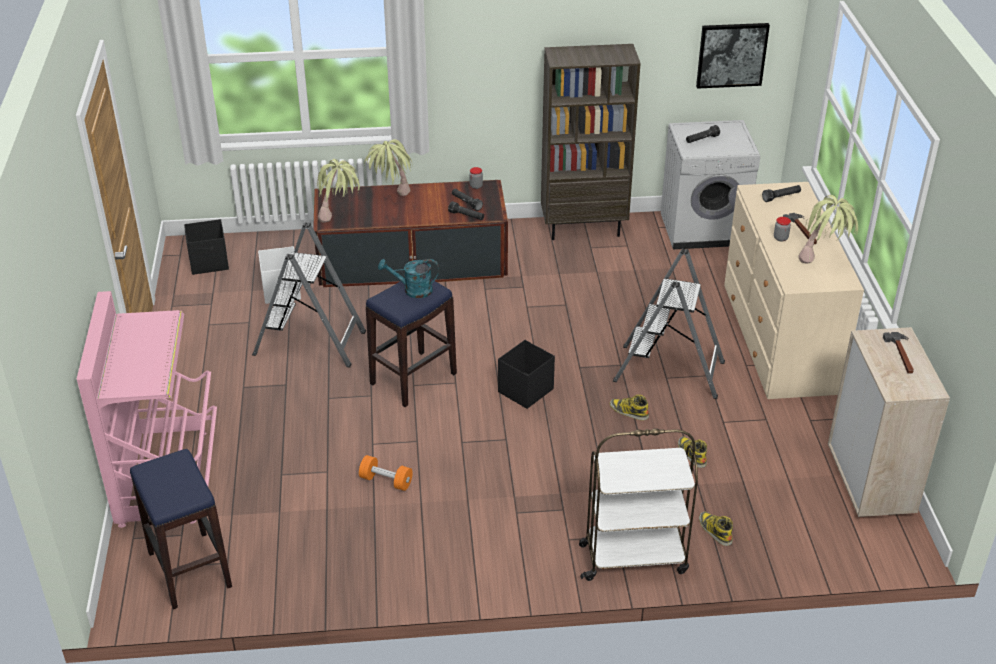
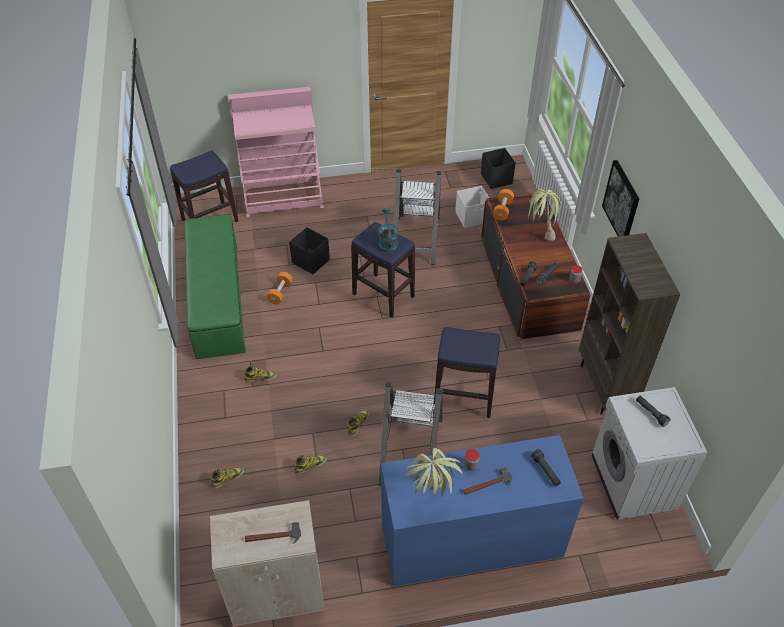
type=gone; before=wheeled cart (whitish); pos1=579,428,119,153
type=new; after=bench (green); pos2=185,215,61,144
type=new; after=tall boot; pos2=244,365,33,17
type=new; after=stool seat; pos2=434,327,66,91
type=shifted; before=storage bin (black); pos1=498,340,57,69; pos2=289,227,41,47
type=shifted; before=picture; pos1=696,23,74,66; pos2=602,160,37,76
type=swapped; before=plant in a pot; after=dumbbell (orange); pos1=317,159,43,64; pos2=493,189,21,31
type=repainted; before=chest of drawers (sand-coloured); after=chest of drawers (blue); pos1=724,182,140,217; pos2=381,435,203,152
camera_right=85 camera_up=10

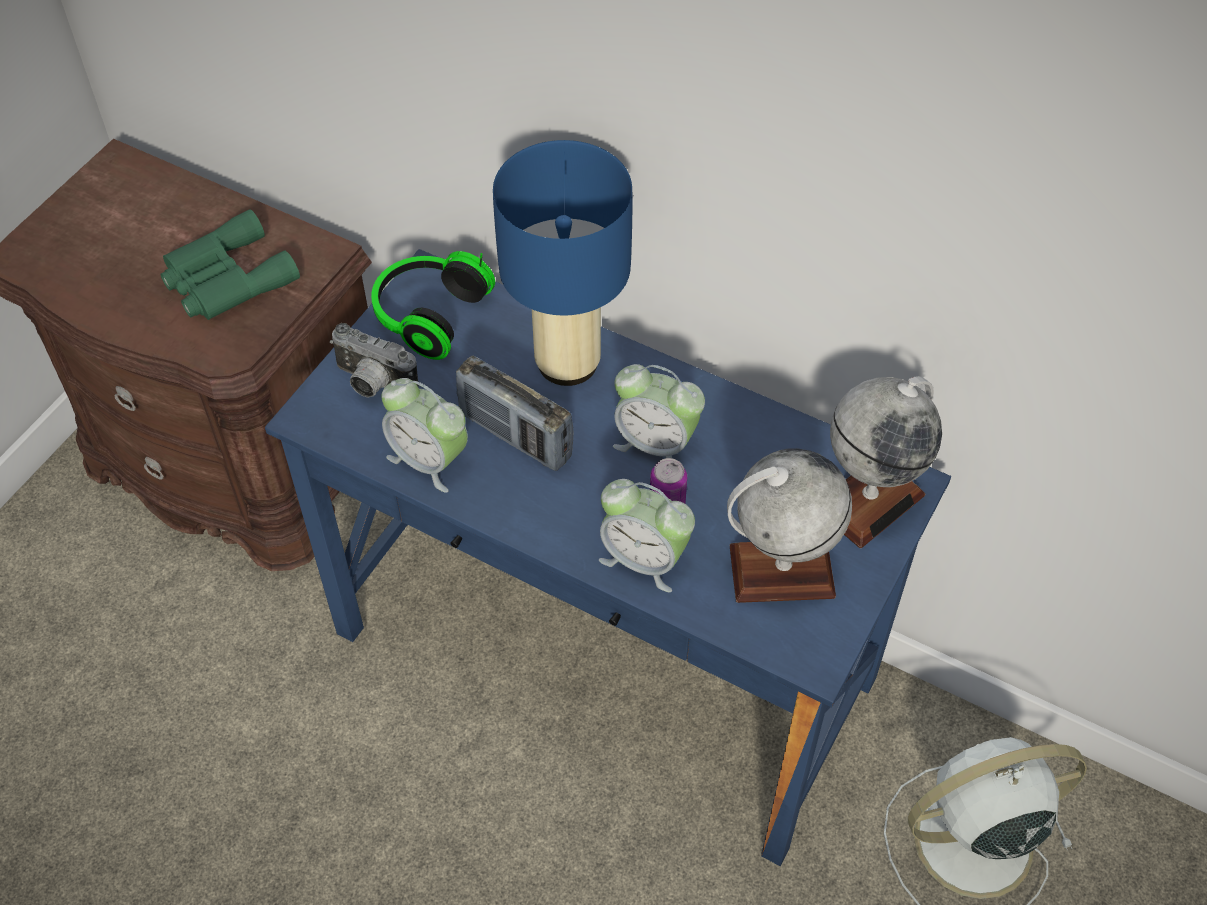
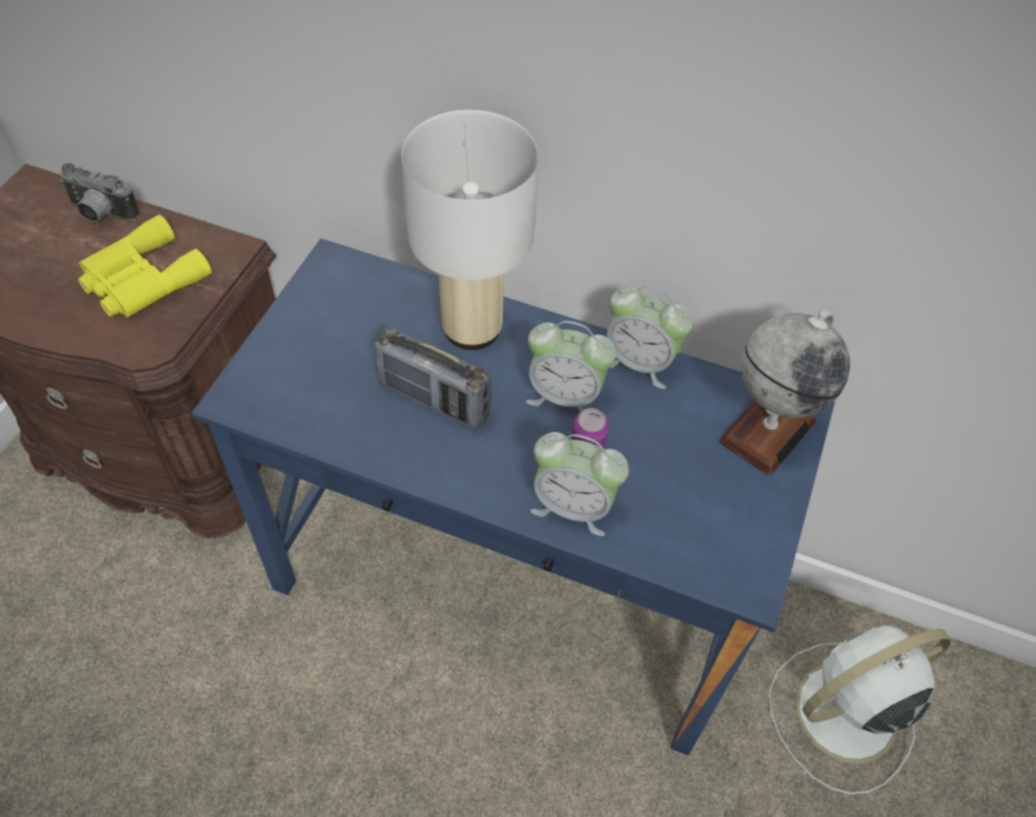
type=gone; before=headset; pos1=371,251,124,109
type=gone; before=globe; pos1=727,448,125,155
type=shifted; before=still camera; pos1=330,323,89,75; pos2=60,163,79,59
type=shifted; before=bedside clock; pos1=381,378,87,115; pos2=606,286,87,103
type=repainted; before=field glasses (green); after=field glasses (yellow-coloured); pos1=161,209,139,111; pos2=78,215,134,103
type=repainted; before=table lamp (blue); after=table lamp (whitish); pos1=493,140,140,246; pos2=401,109,138,241
camera_right=-10 camera_up=0

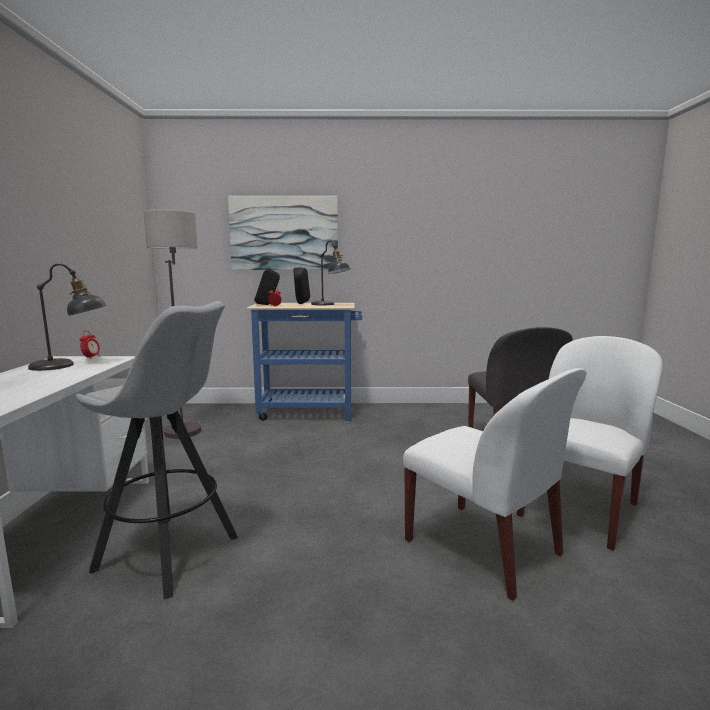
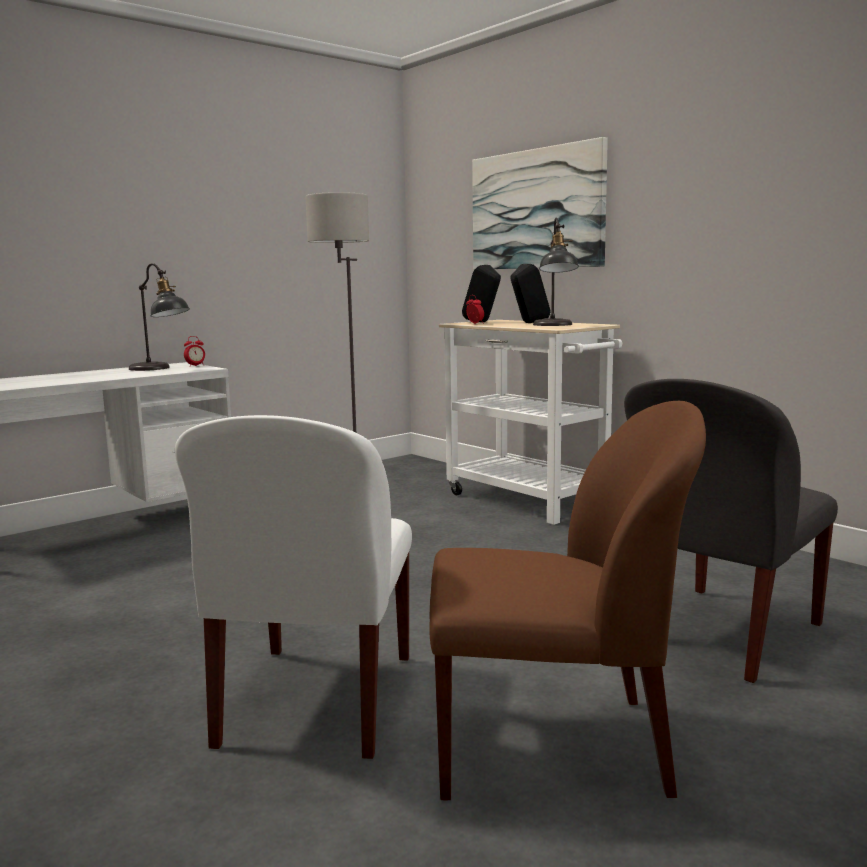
type=gone; before=stool seat (grey); pos1=76,301,162,298
type=repainted; before=wheeled cart (blue); after=wheeled cart (whitish); pos1=247,303,115,118; pos2=439,320,184,205
type=repainted; before=chair (whitish); after=chair (brown-coloured); pos1=517,336,146,215; pos2=429,401,277,399
camera_right=50 camera_up=0

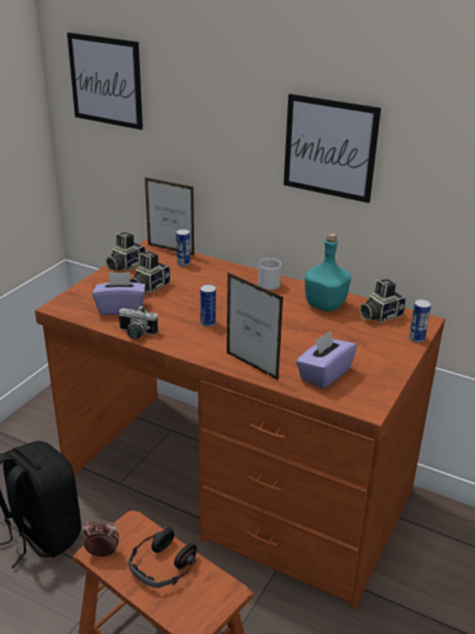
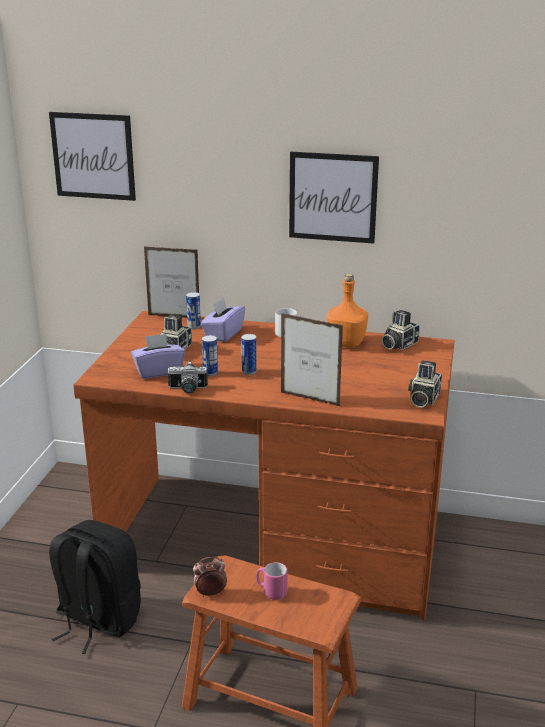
type=shifted; before=still camera; pos1=106,232,40,39; pos2=408,360,34,48
type=shifted; before=box of tissues (purplish); pos1=296,331,61,58; pos2=201,298,44,44
type=shifted; before=can; pos1=409,299,22,44; pos2=202,335,16,41
type=swapped; before=headset; after=coffee mug (pinkish); pos1=128,528,69,60; pos2=256,562,32,38
type=repainted; before=bottle (turquoise-coloured); after=bottle (orange); pos1=305,233,46,79; pos2=327,274,41,74
camera_right=-15 camera_up=-5

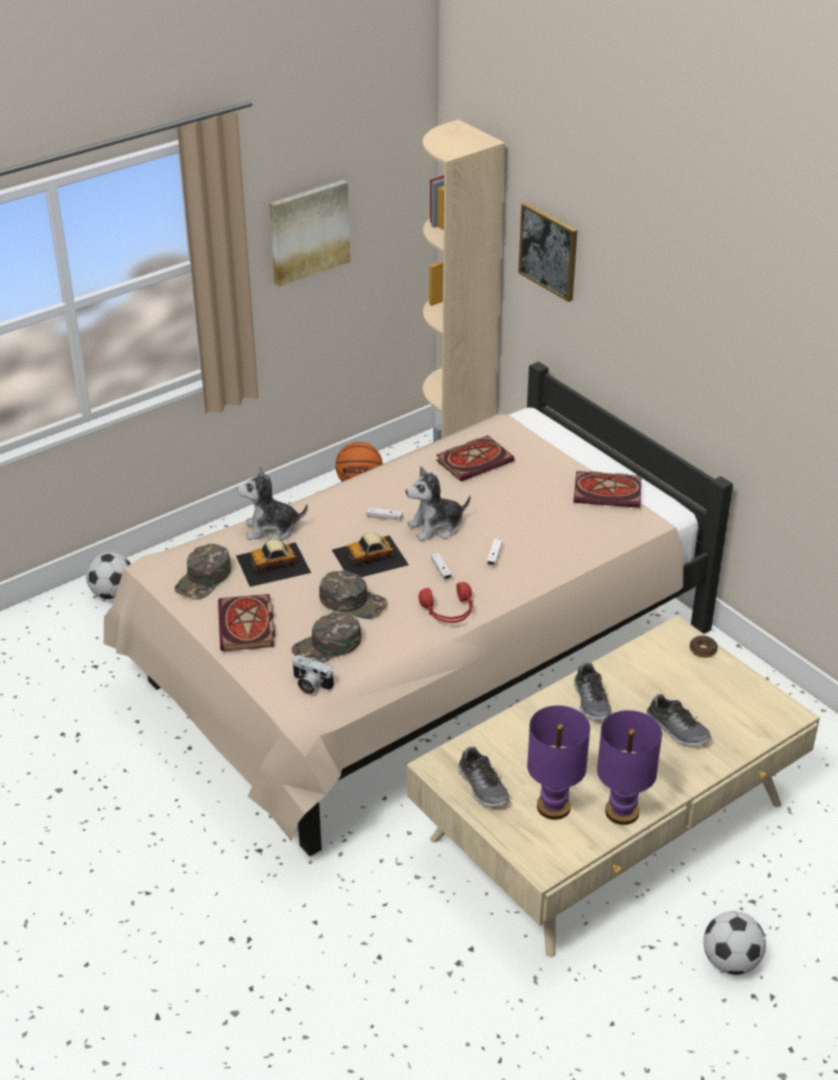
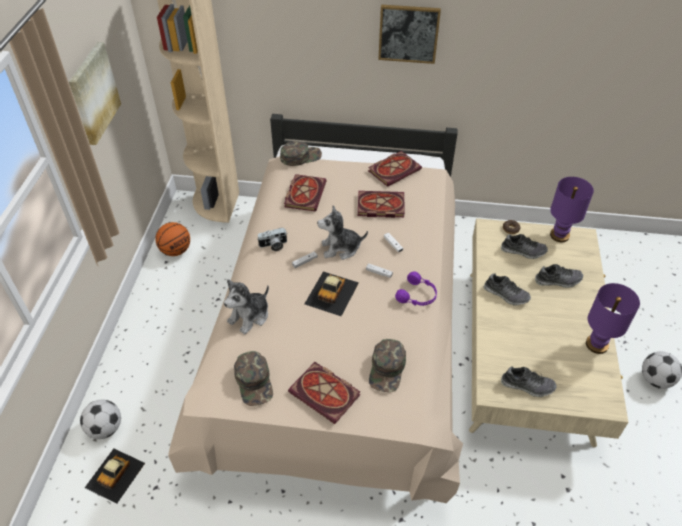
type=new; after=book; pos2=358,191,47,27
type=new; after=low shoe; pos2=501,234,47,25
type=shifted; before=model car; pos1=236,540,75,47; pos2=85,449,60,55
type=shifted; before=still camera; pos1=292,656,42,38; pos2=257,228,30,23
type=shifted; before=peaked cap (green); pos1=319,570,69,49; pos2=280,141,42,25
type=shifted; before=picture; pos1=518,202,59,100; pos2=378,5,63,59
type=shifted; before=table lamp (purplish); pos1=527,705,63,115; pos2=550,177,44,65
type=repainted; before=headset (reddish); after=headset (purplish); pos1=418,582,55,41; pos2=395,271,42,35
type=rotated; before=soft toy; pos1=406,467,64,74; pos2=317,205,51,55; turn=60
camera_right=-45 camera_up=10

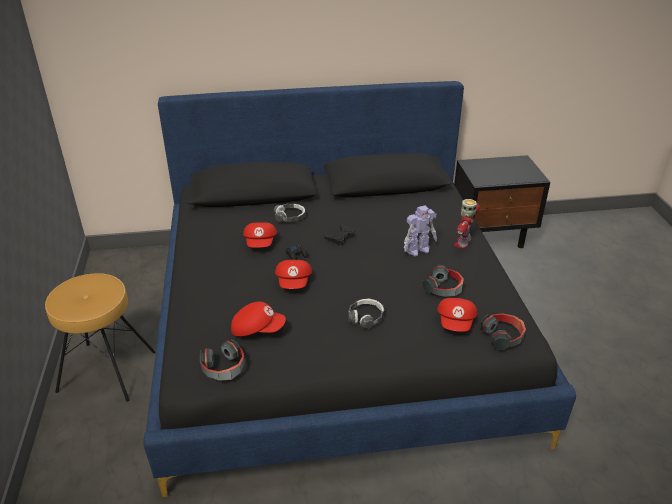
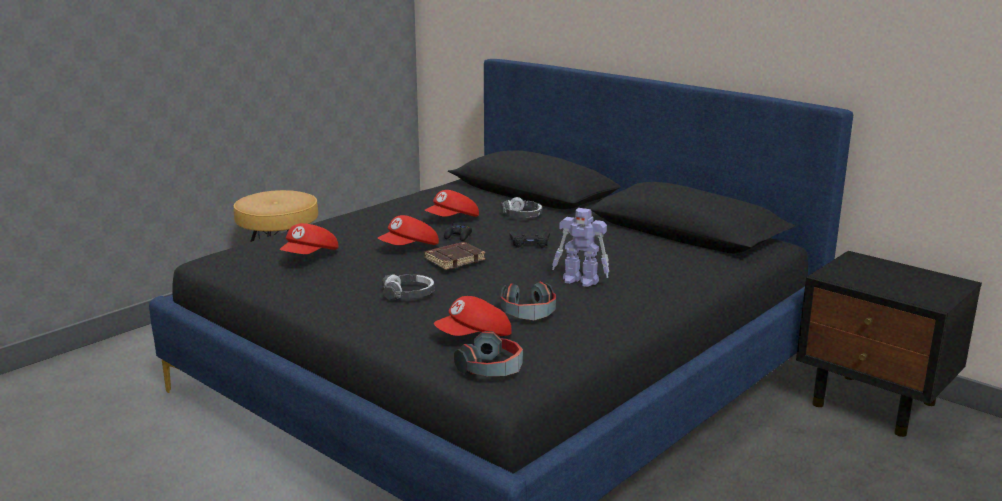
type=gone; before=headset; pos1=200,339,45,42
type=gone; before=toy robot; pos1=454,199,26,50
type=new; after=book (brown-coloured); pos2=424,242,61,28
type=rotated; before=peaked cap (reddish); pos1=231,302,55,34; pos2=279,223,60,31; turn=60
camera_right=50 camera_up=-15

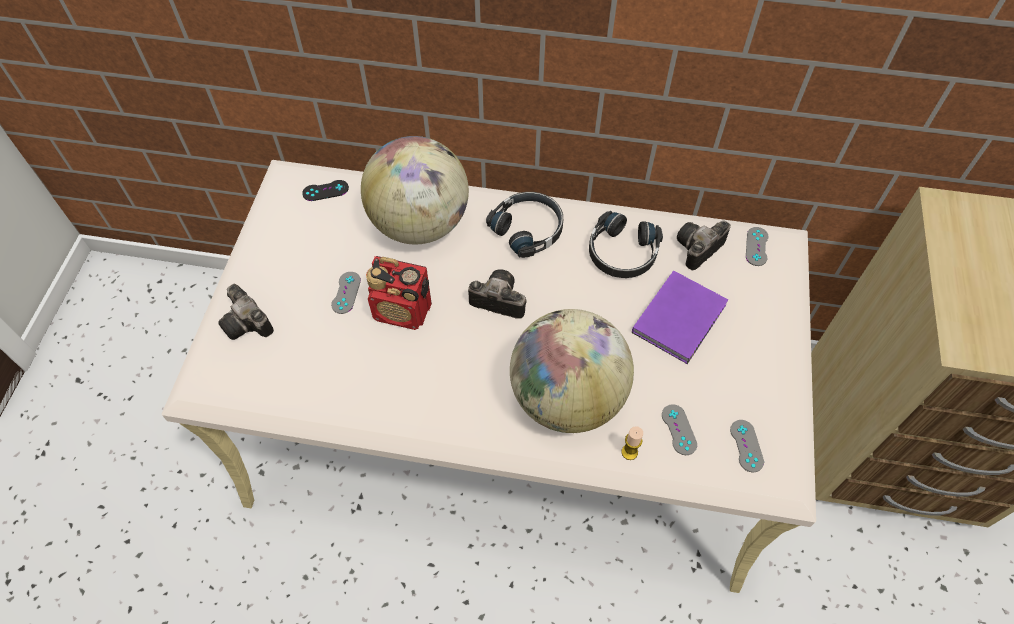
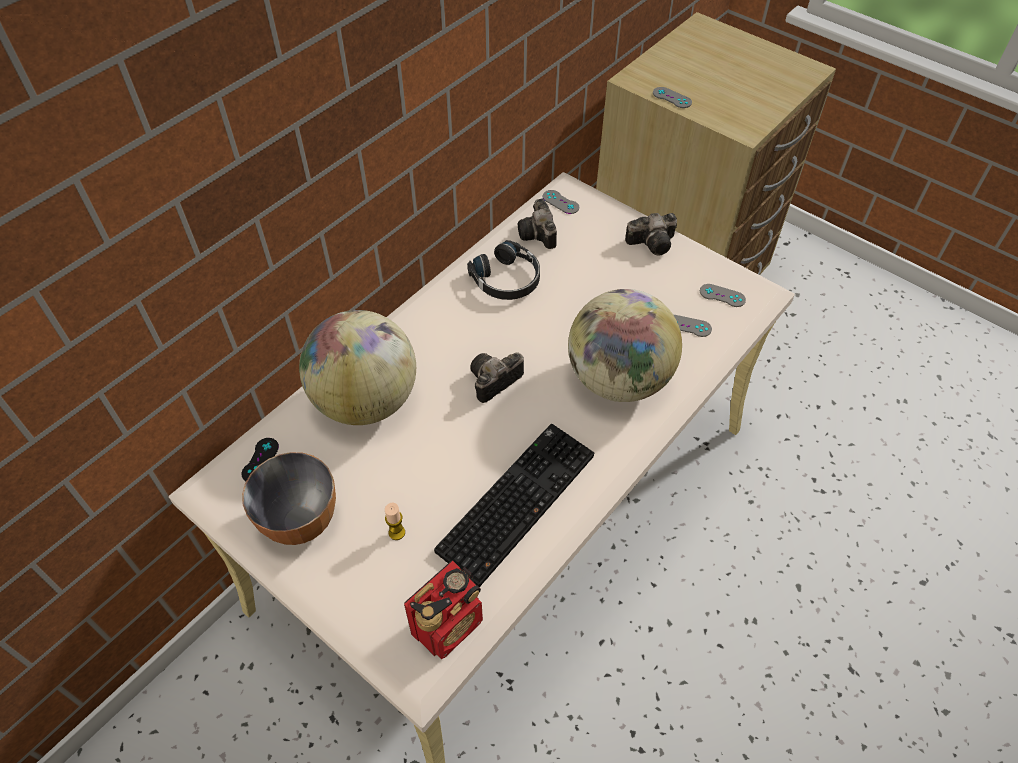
type=gone; before=headset (black); pos1=486,192,77,66
type=gone; before=book (purplish); pos1=632,271,96,93
type=new; after=deep dish; pos2=242,452,94,93
type=new; after=keyboard; pos2=434,424,160,163
type=shifted; before=still camera; pos1=218,284,56,56; pos2=625,213,52,42
type=shifted; before=joypad (grey); pos1=331,272,30,42; pos2=653,87,39,21
type=shifted; before=radio receiver; pos1=366,256,66,74; pos2=404,561,79,98
type=shifted; before=wax light; pos1=621,426,22,34; pos2=385,503,20,37
camera_right=-60 camera_up=-5

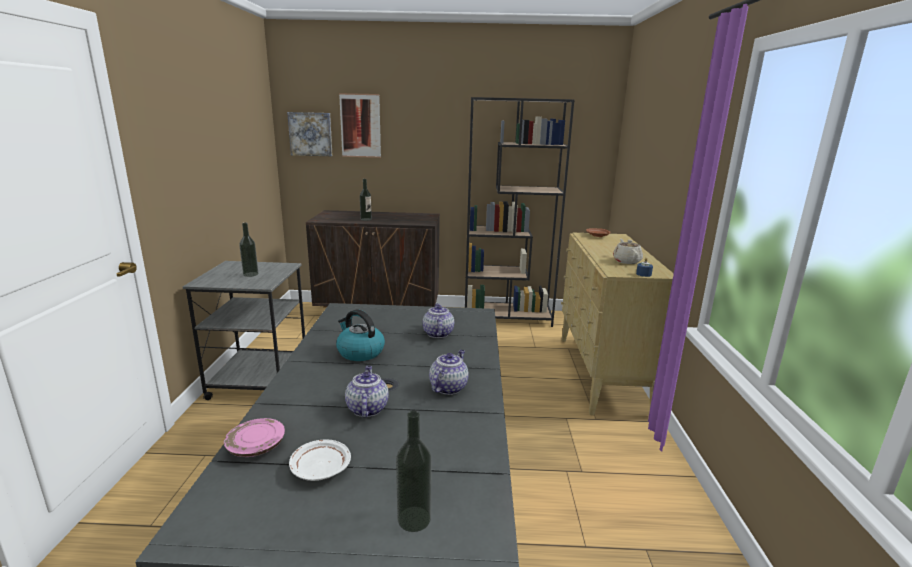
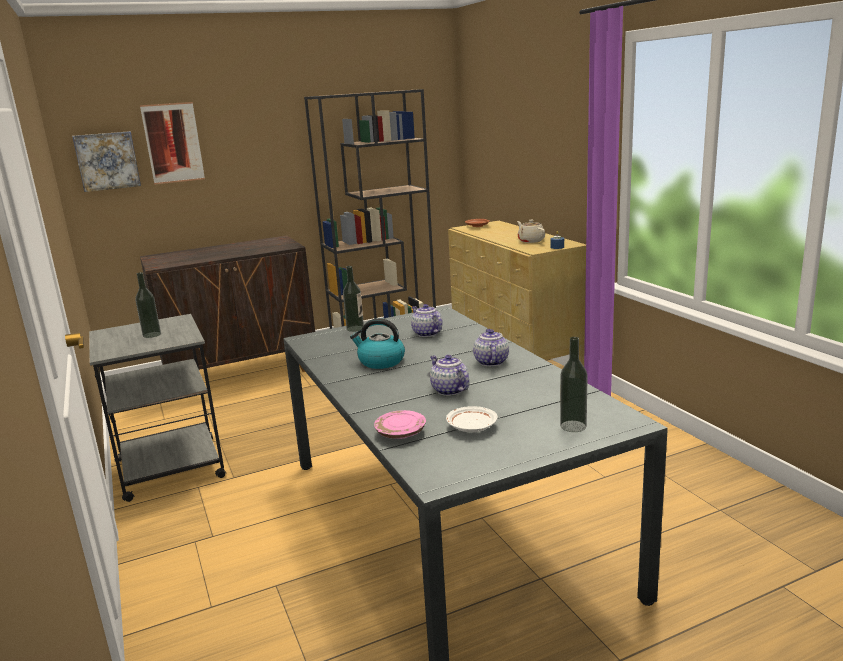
type=shifted; before=bottle; pos1=360,179,12,42; pos2=343,266,21,66
camera_right=-25 camera_up=0

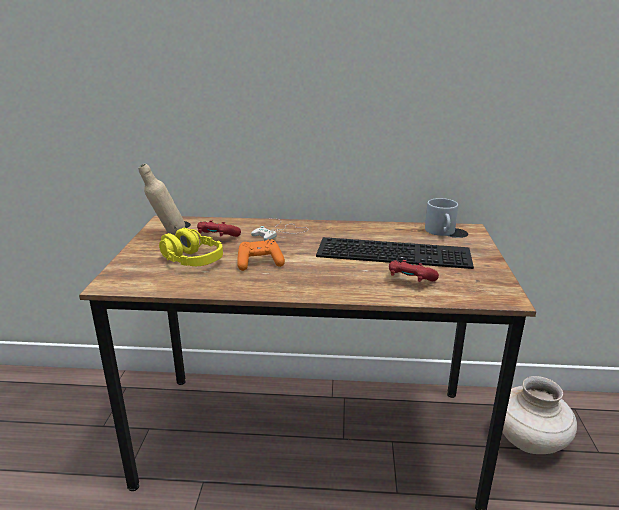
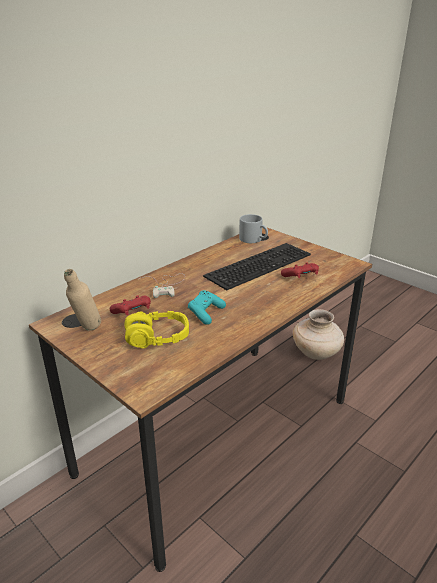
type=repainted; before=joypad (orange); after=joypad (turquoise-coloured); pos1=237,239,48,32; pos2=188,290,38,35
camera_right=-50 camera_up=5

